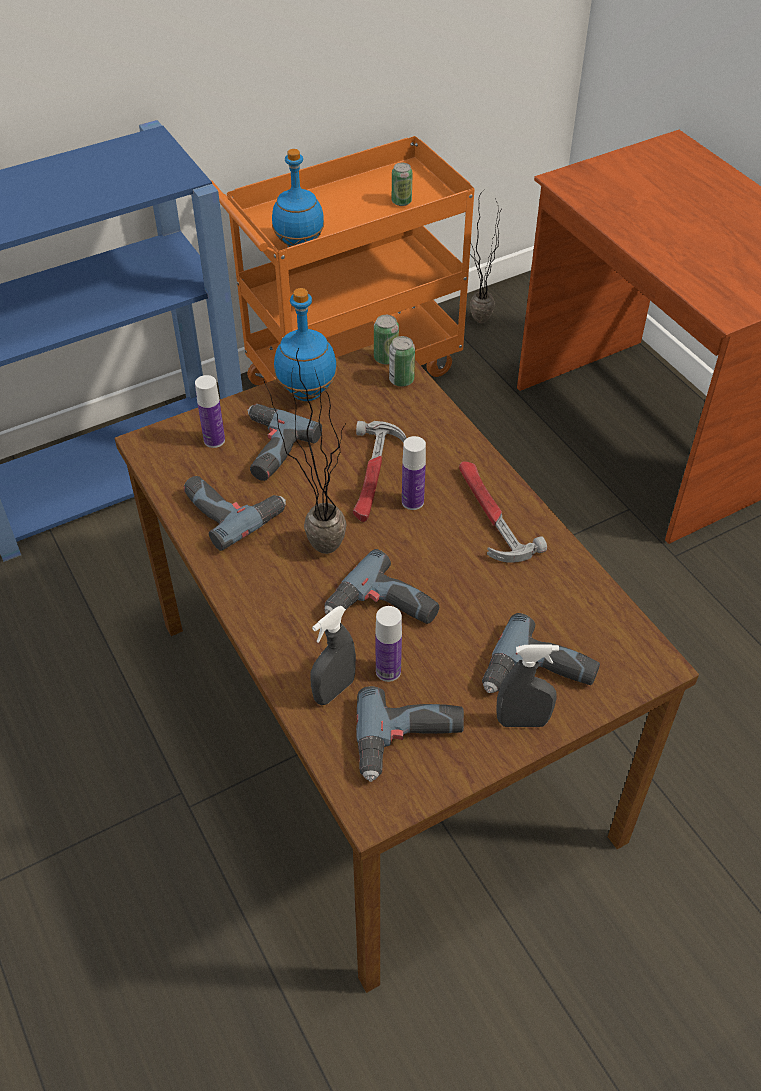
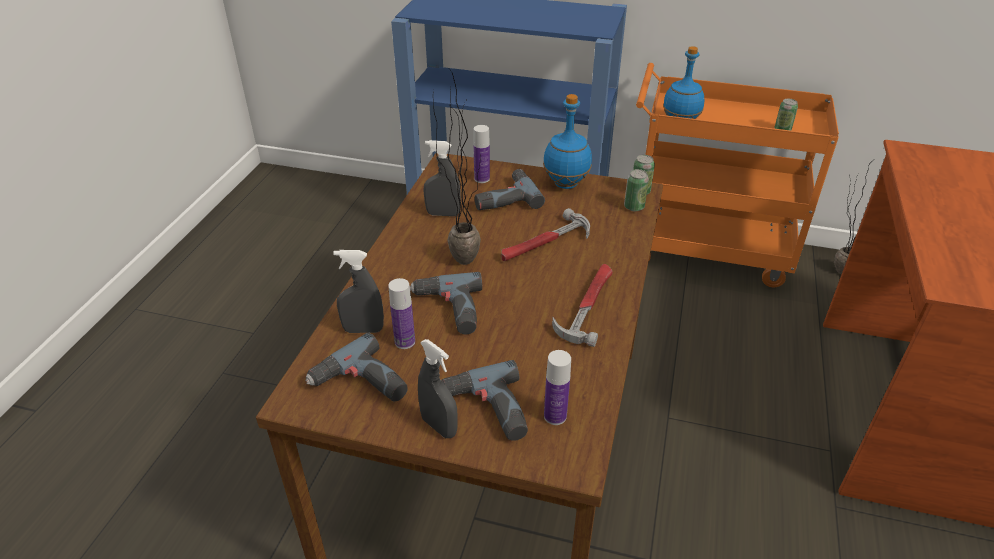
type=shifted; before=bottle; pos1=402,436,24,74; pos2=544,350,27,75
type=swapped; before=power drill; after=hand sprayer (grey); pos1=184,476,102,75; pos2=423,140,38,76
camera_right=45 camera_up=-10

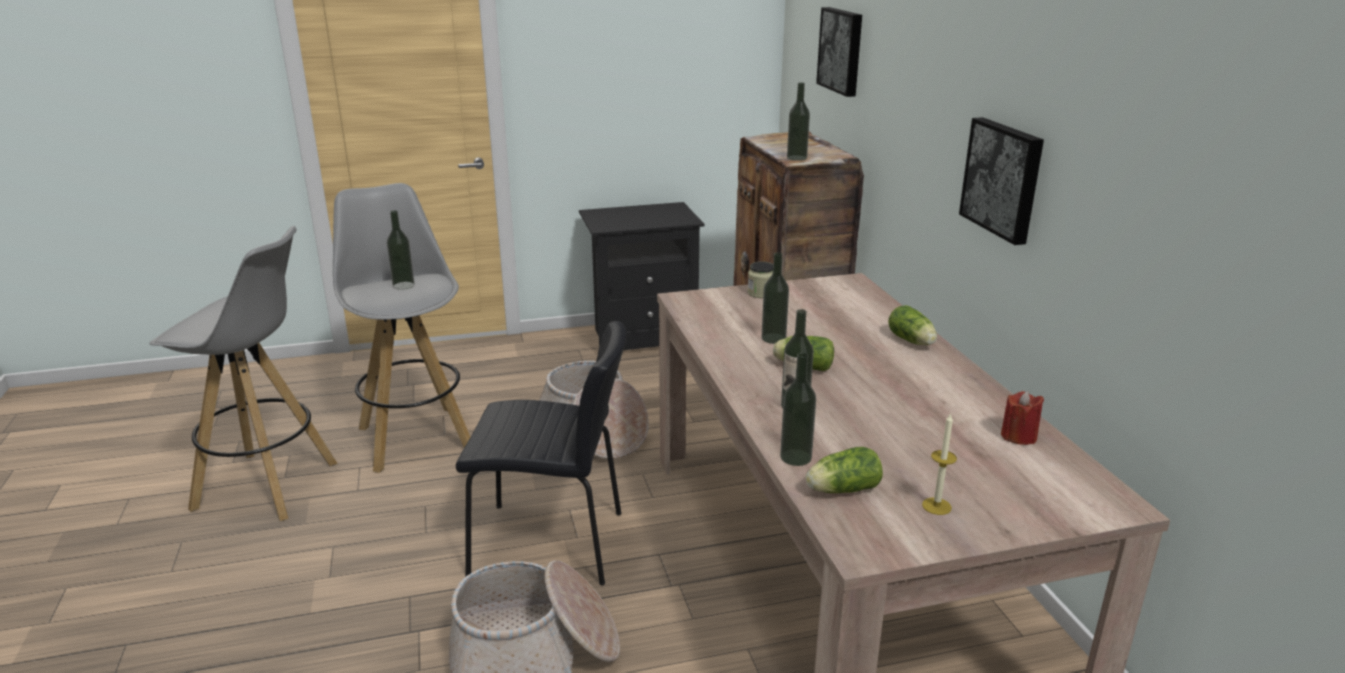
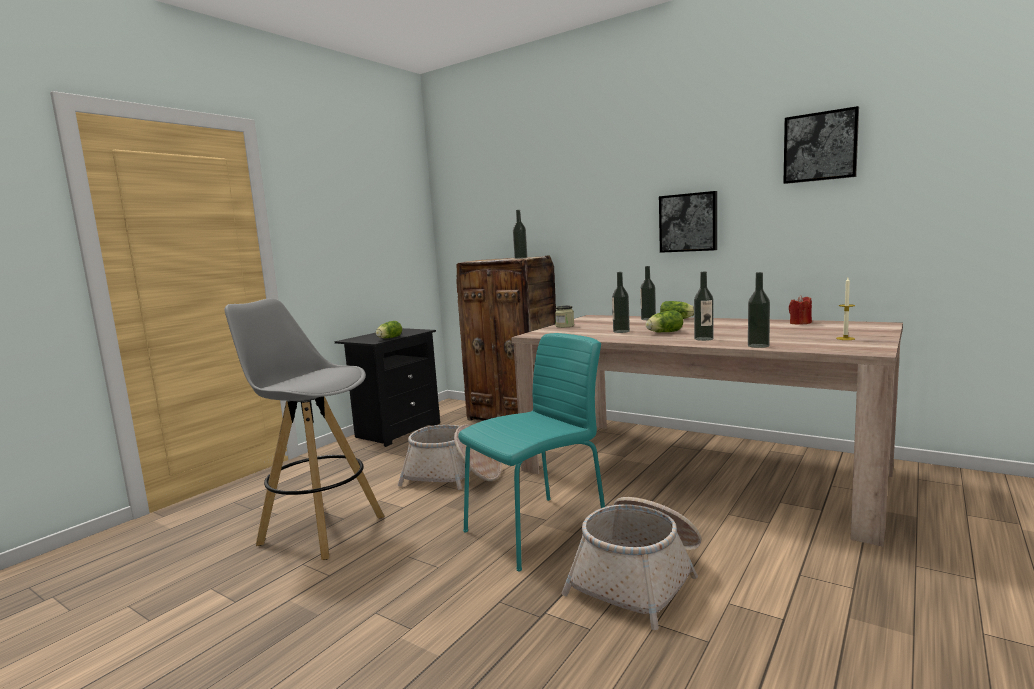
type=gone; before=stool seat (grey); pos1=149,226,188,295
type=shifted; before=bottle; pos1=387,210,27,80; pos2=640,266,16,54
type=shifted; before=lettuce head; pos1=806,447,77,46; pos2=376,321,26,17
type=shifted; before=picture; pos1=816,7,46,90; pos2=783,106,76,78
type=repainted; before=chair (black); after=chair (turquoise-coloured); pos1=456,321,170,264; pos2=458,333,147,238
camera_right=-40 camera_up=-15

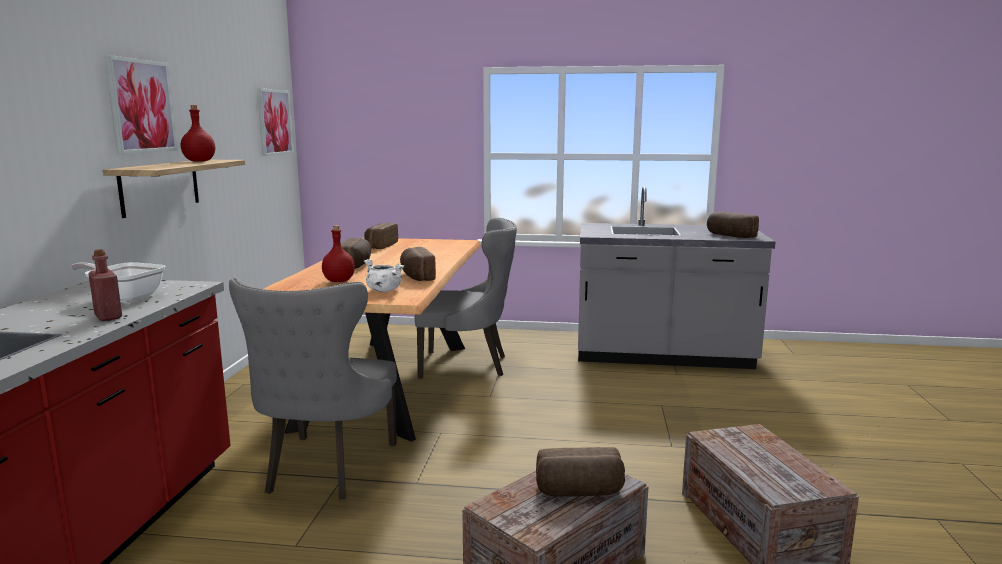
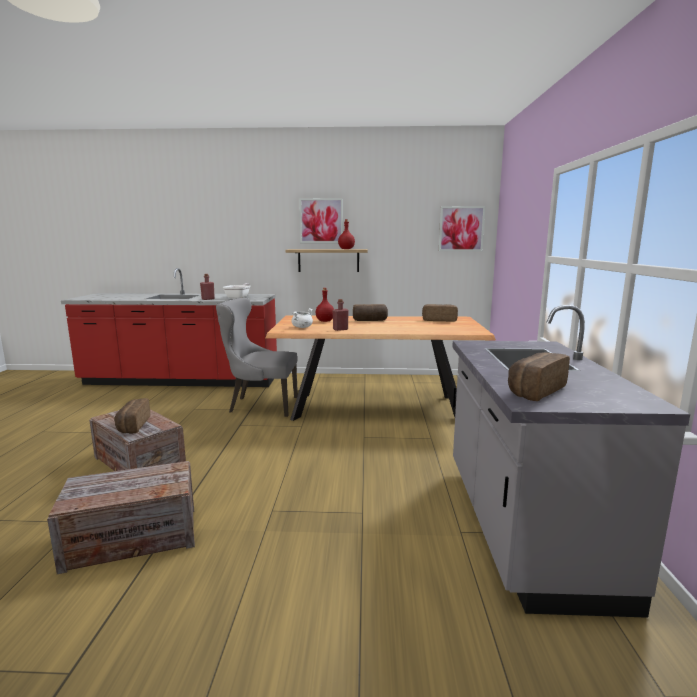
type=gone; before=chair (grey); pos1=415,218,102,161
type=swapped; before=bakery bread; after=bottle (reddish); pos1=400,247,36,34; pos2=332,299,17,32
camera_right=85 camera_up=0

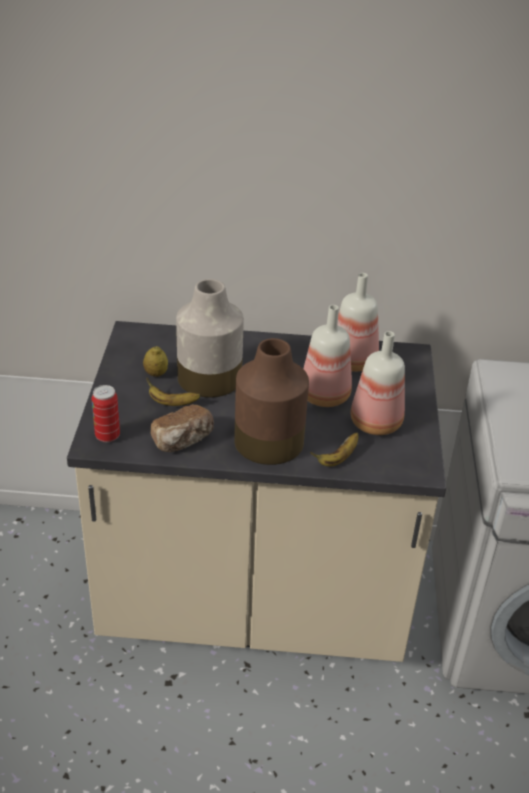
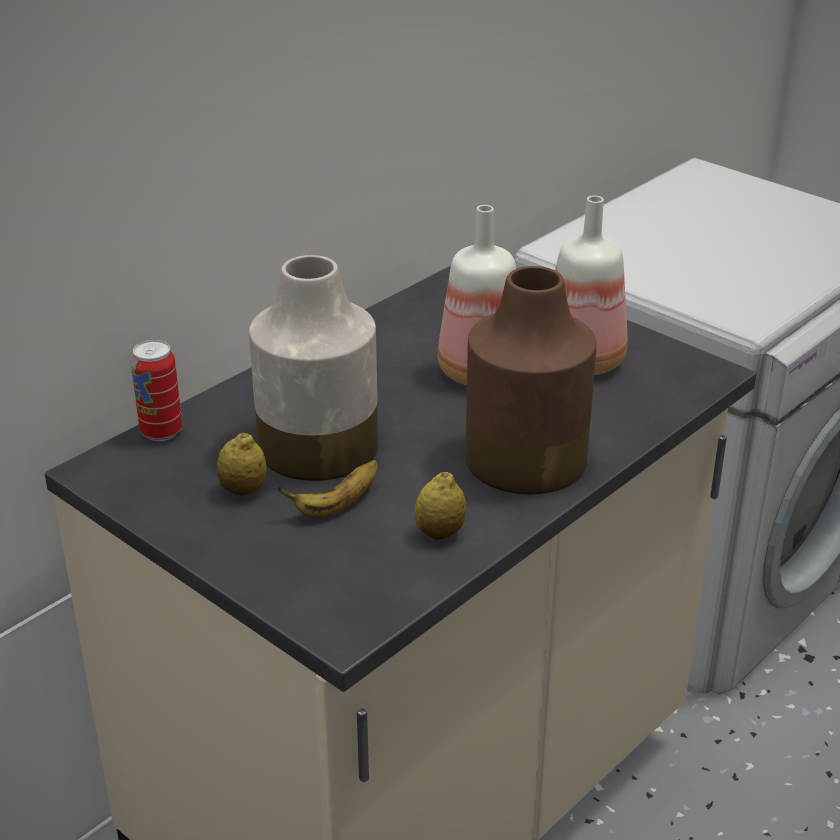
type=gone; before=banana; pos1=310,433,49,34
type=gone; before=bottle; pos1=338,273,41,99
type=shifted; before=can; pos1=92,385,28,57; pos2=131,340,51,101
type=swapped; before=bakery bread; after=whole lemon; pos1=151,404,63,48; pos2=415,472,51,68
camera_right=-50 camera_up=-5

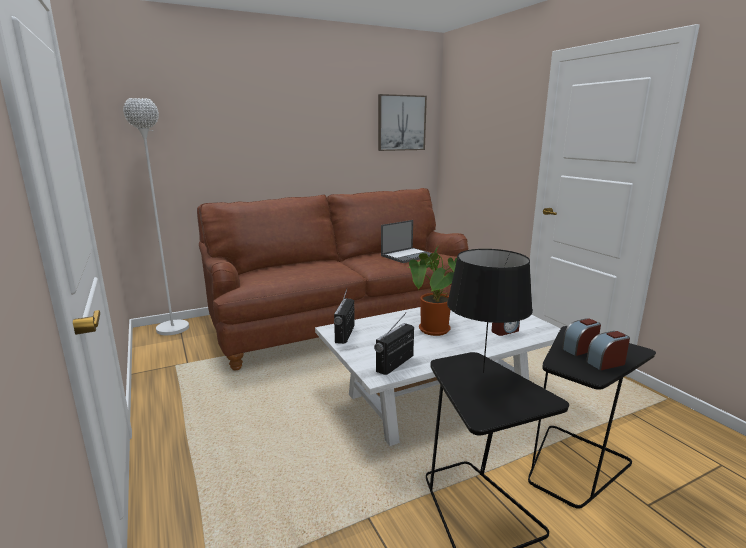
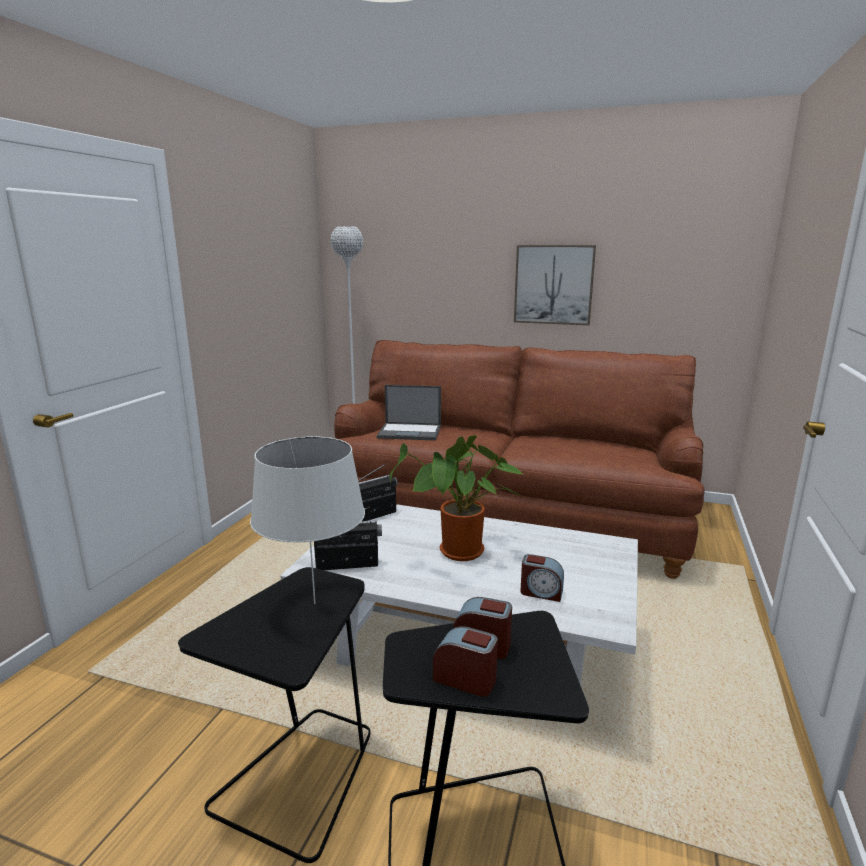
type=shifted; before=picture; pos1=378,94,49,57; pos2=514,245,82,80
type=shifted; before=laptop; pos1=381,220,51,43; pos2=377,385,64,56
type=repainted; before=table lamp (black); after=table lamp (whitish); pos1=447,249,86,124; pos2=250,436,115,168
camera_right=45 camera_up=0

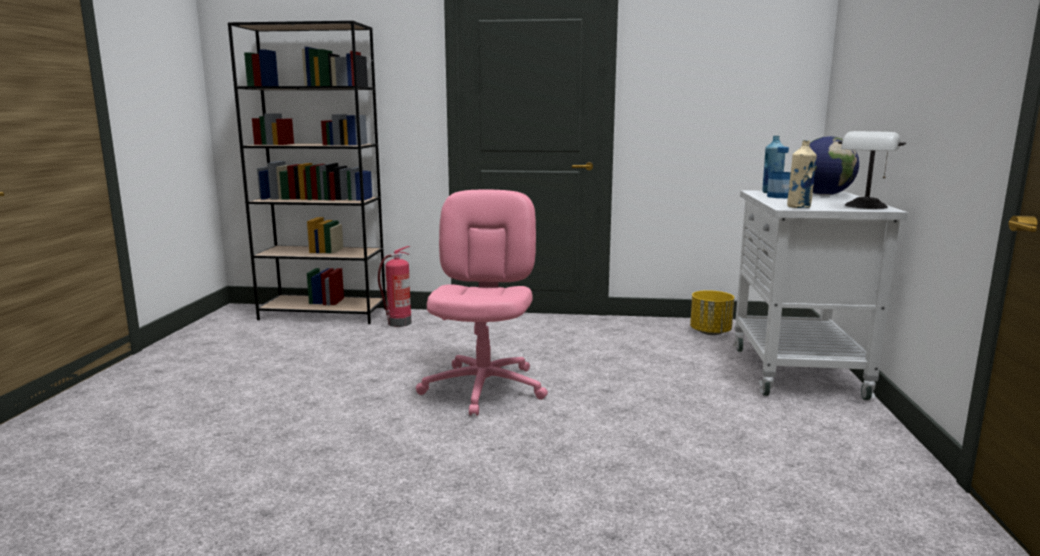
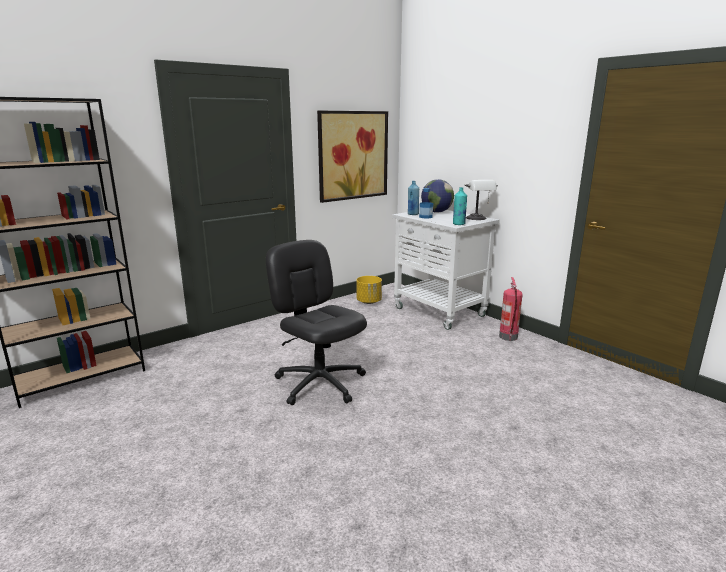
type=new; after=picture; pos2=317,111,71,92
type=shifted; before=fire extinguisher; pos1=378,246,34,81; pos2=499,277,24,64
type=repainted; before=desk chair (pinkish); after=desk chair (black); pos1=416,190,132,226; pos2=266,240,101,165
type=repainted; before=bottle (sand-coloured); after=bottle (turquoise-coloured); pos1=787,140,30,68; pos2=453,187,14,38
camera_right=-45 camera_up=5

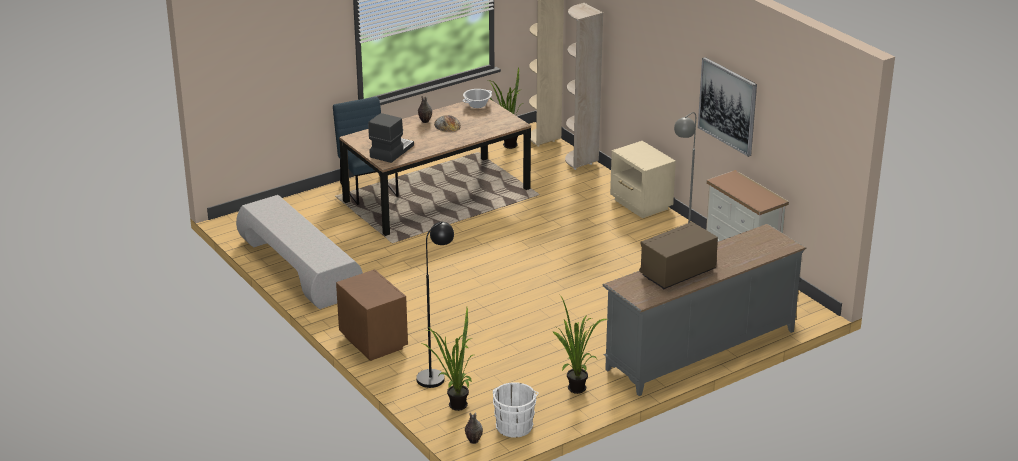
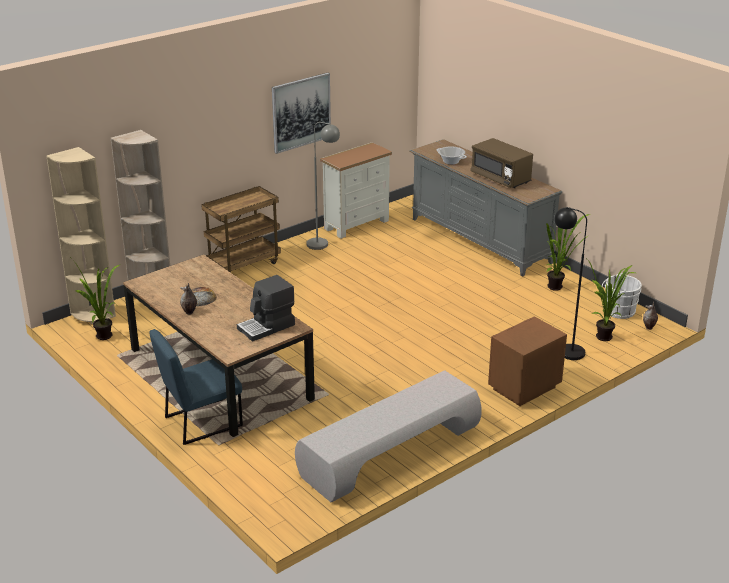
type=shifted; before=cooking pot; pos1=463,89,29,19; pos2=436,147,31,17
type=swapped; before=nightstand (sand-coloured); after=wheeled cart (brown-coloured); pos1=610,141,66,77; pos2=201,186,80,87
type=rotated; before=coffee machine; pos1=368,113,46,50; pos2=237,275,58,67; turn=-60
camera_right=-95 camera_up=0

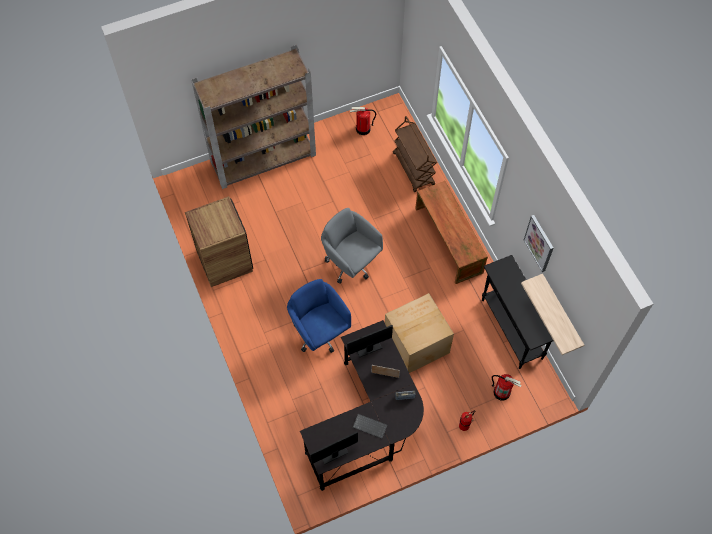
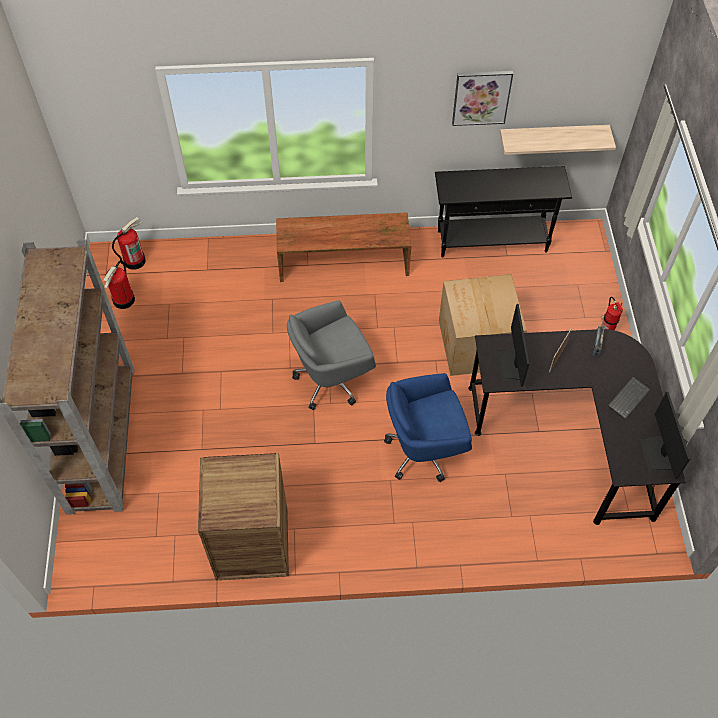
type=gone; before=wheeled cart (brown-coloured); pos1=393,116,44,76
type=shifted; before=fire extinguisher; pos1=492,374,30,27; pos2=112,217,34,53
camera_right=-70 camera_up=-5

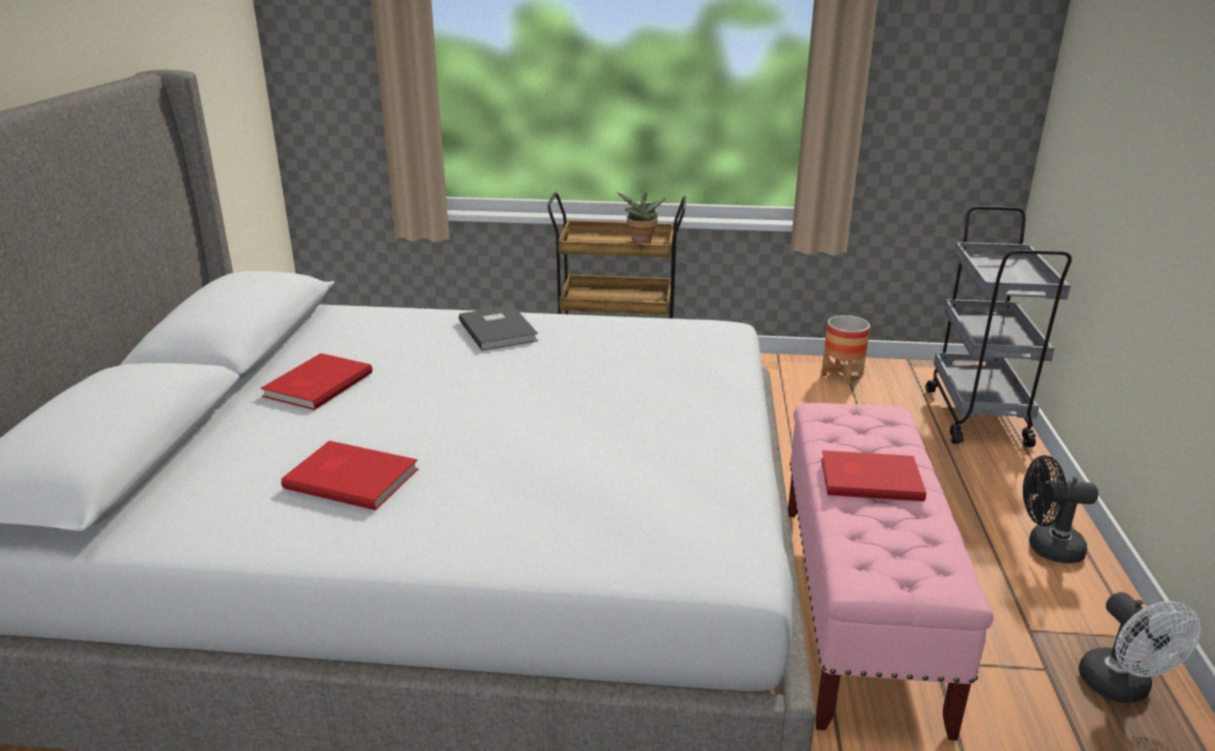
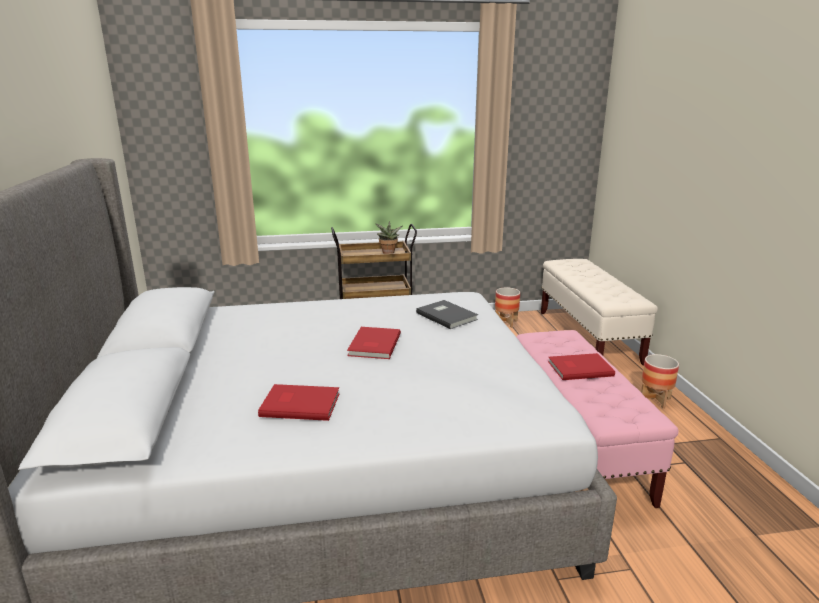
type=gone; before=fan (whitish); pos1=1079,592,122,111
type=shifted; before=book (reddish); pos1=260,353,112,57; pos2=347,327,54,32
type=shifted; before=book (grey); pos1=459,305,79,46; pos2=416,300,62,29
type=swapped; before=wheeled cart (grey); after=bench (sand-coloured); pos1=926,206,146,241; pos2=541,259,117,106
type=swapped; before=fan (black); after=planter; pos1=1023,455,75,108; pos2=641,354,38,55
camera_right=-15 camera_up=-5

